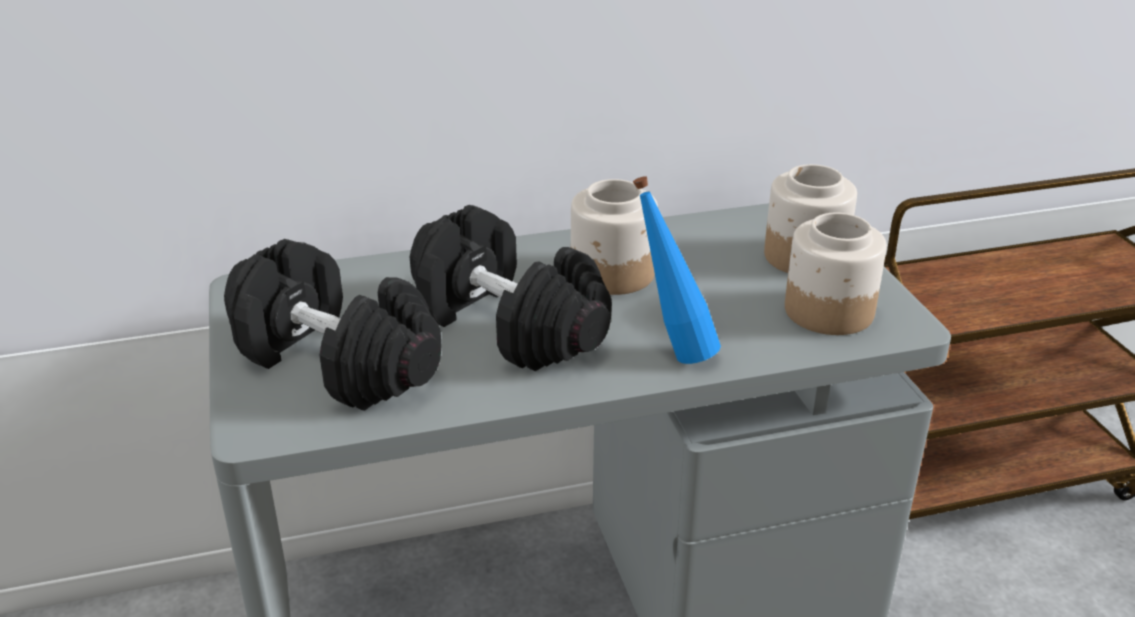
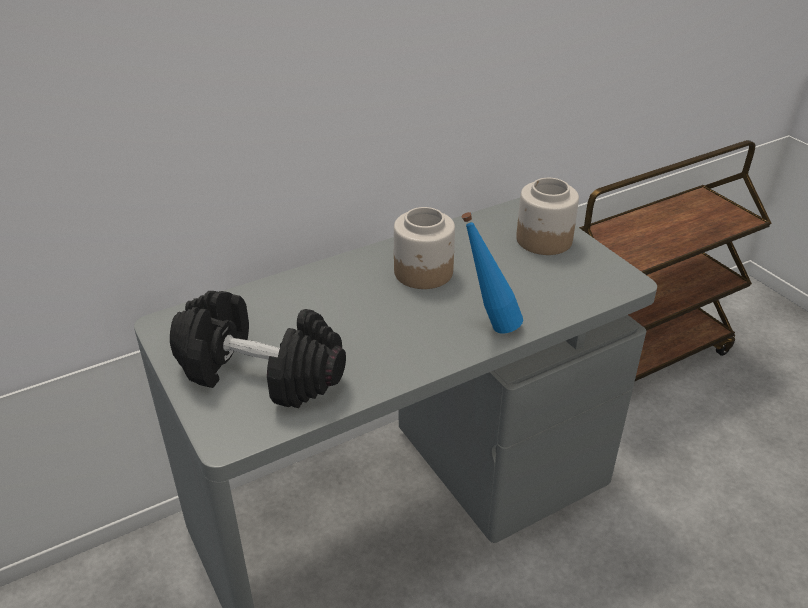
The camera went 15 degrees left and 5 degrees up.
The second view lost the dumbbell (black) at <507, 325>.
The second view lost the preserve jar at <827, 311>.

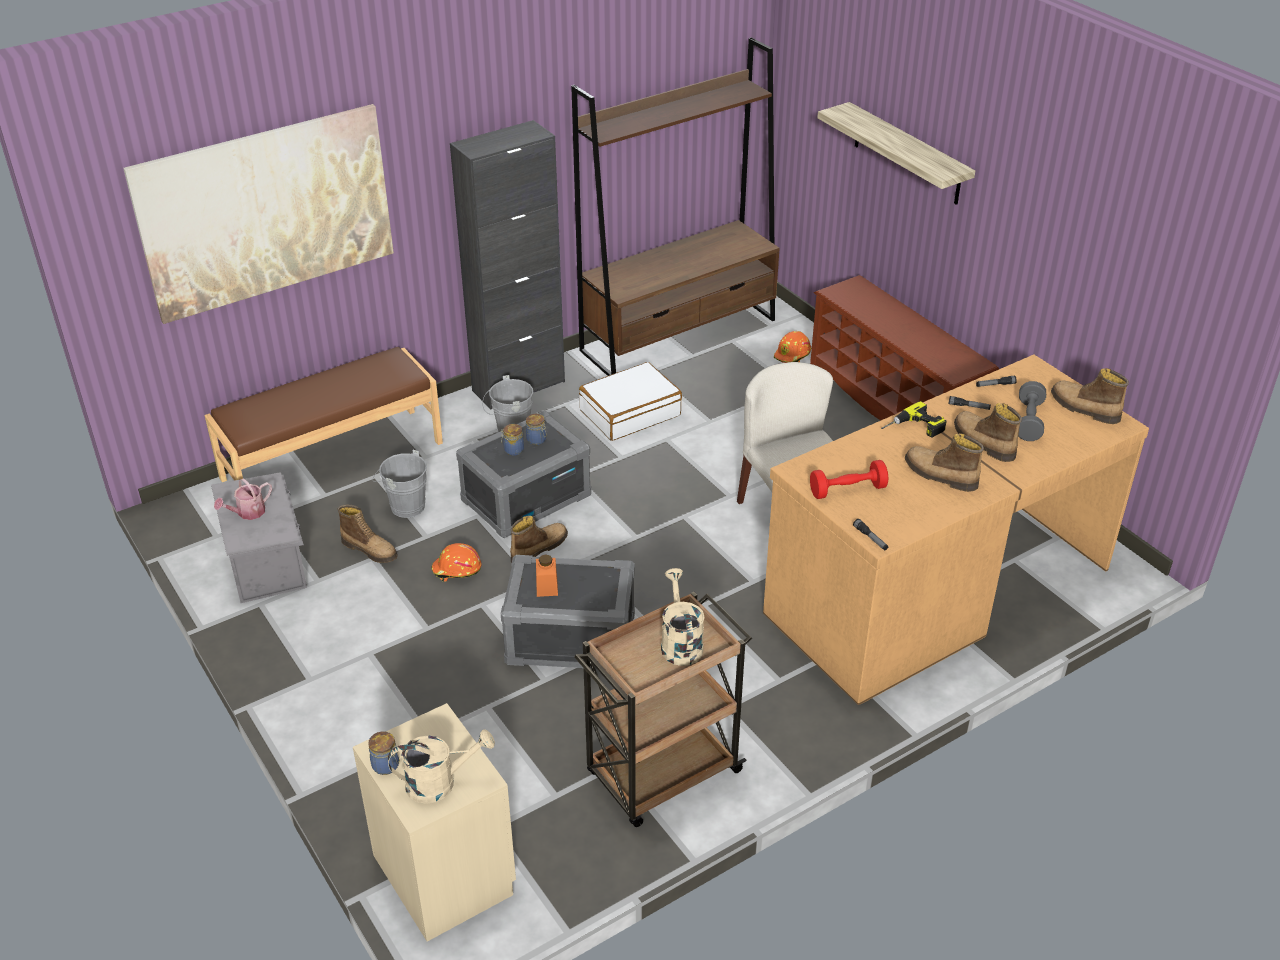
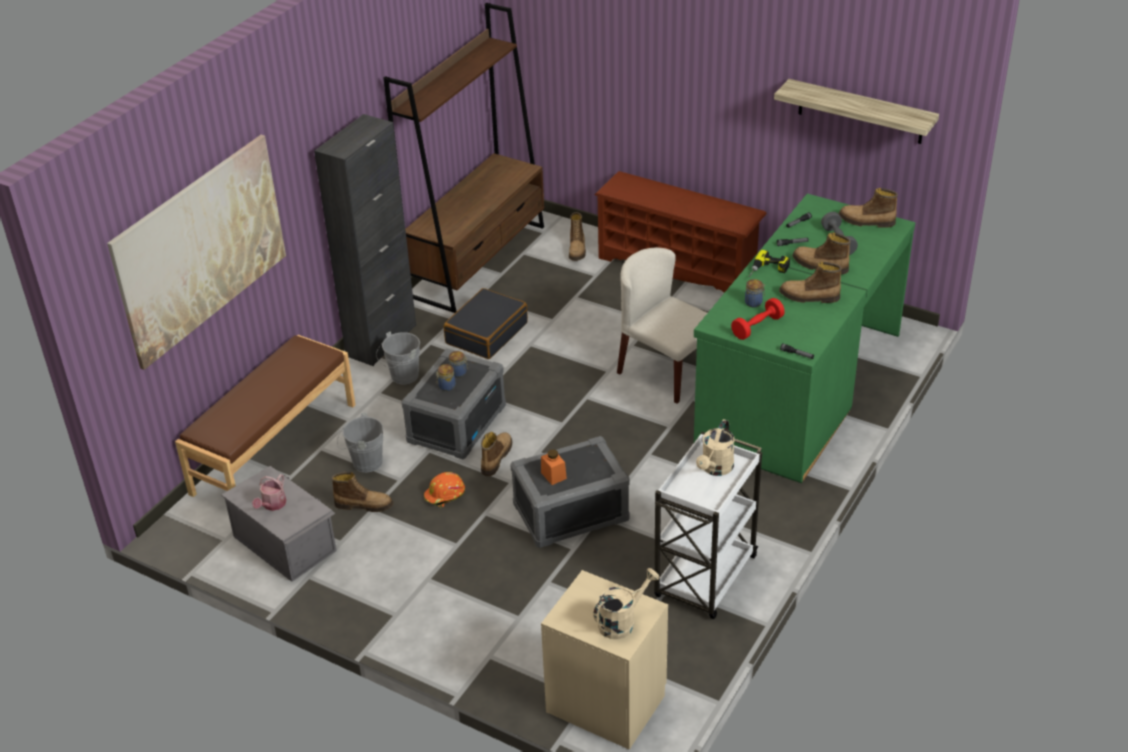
The camera went 25 degrees left and 0 degrees up.
The preserve jar ended up elsewhere, having gone from <387, 766> to <754, 303>.
The bracket shelf ended up elsewhere, having gone from <907, 154> to <860, 112>.
Where the safety helmet (orange) stood at <793, 355>, the tall boot came to stand at <577, 250>.
What was the wheeled cart (brown) at <661, 774> turned into the wheeled cart (white-coloured) at <705, 578>.
What was the piece of luggage (white-coloured) at <630, 412> turned into the piece of luggage (black) at <486, 333>.
What was the desk unit (brown) at <936, 589> turned into the desk unit (green) at <798, 387>.
The watering can (sand-coloured) at <680, 642> ended up facing another way, 120 degrees counterclockwise from before.

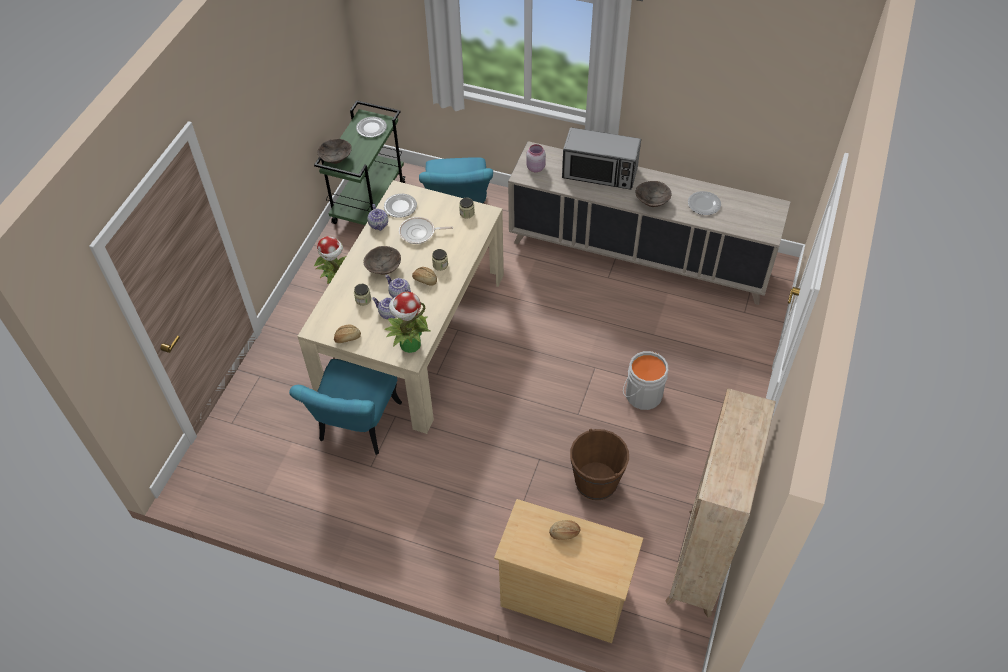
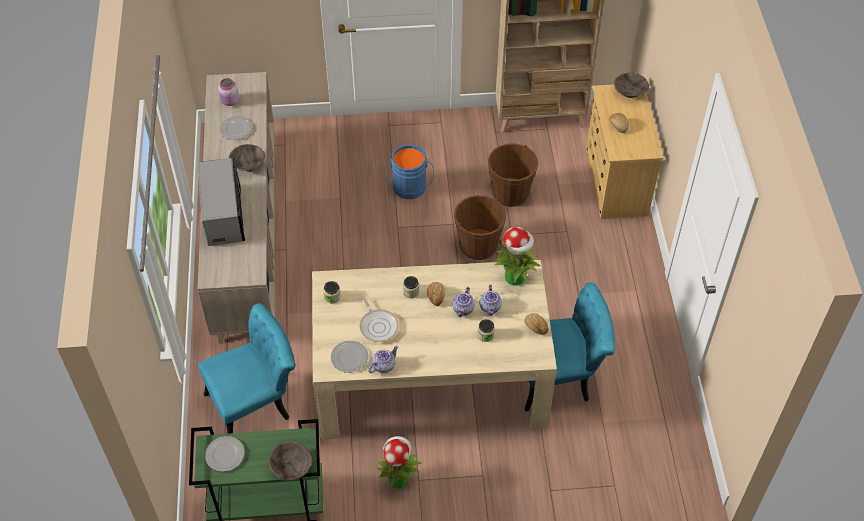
The camera went 115 degrees left and 0 degrees up.
The second view gained the pail (brown) at <478, 245>.
The serving bowl (brown) ended up elsewhere, having gone from <383, 268> to <630, 92>.
The preserve jar (pink) ended up elsewhere, having gone from <535, 167> to <230, 101>.
What was the pail (grey) at <641, 394> turned into the pail (blue-coloured) at <409, 188>.

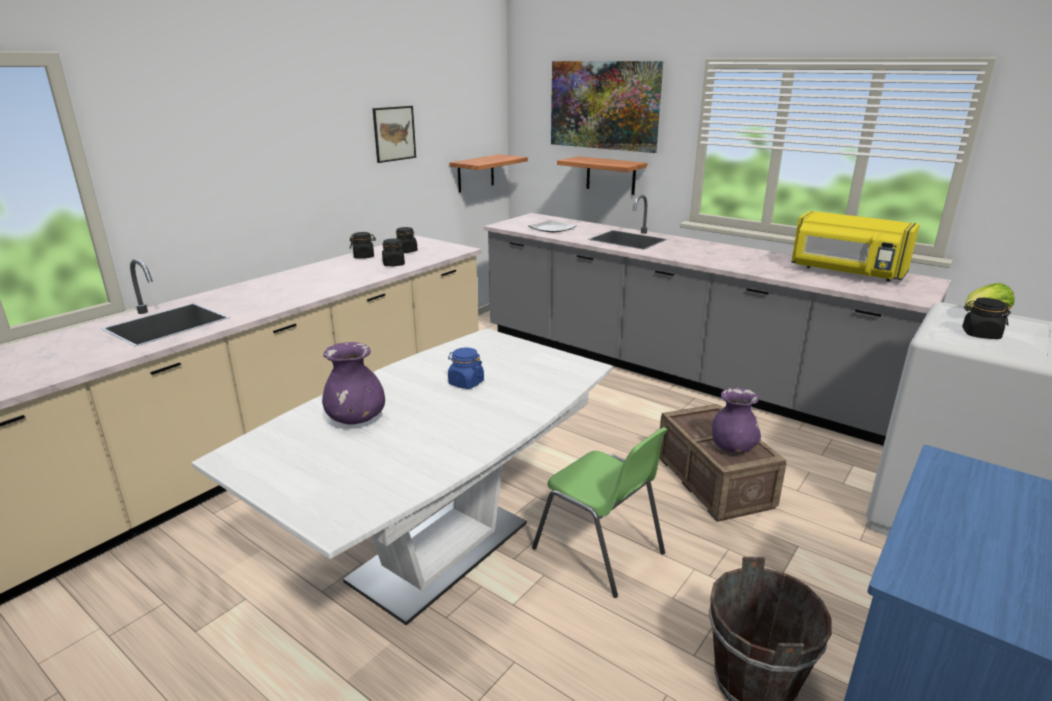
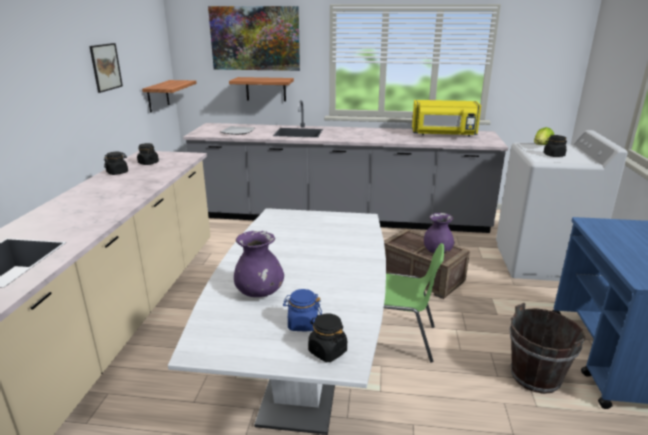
The camera went 30 degrees left and 0 degrees up.
The preserve jar (black) ended up elsewhere, having gone from <393, 264> to <327, 351>.
The preserve jar (blue-coloured) ended up elsewhere, having gone from <466, 383> to <302, 324>.

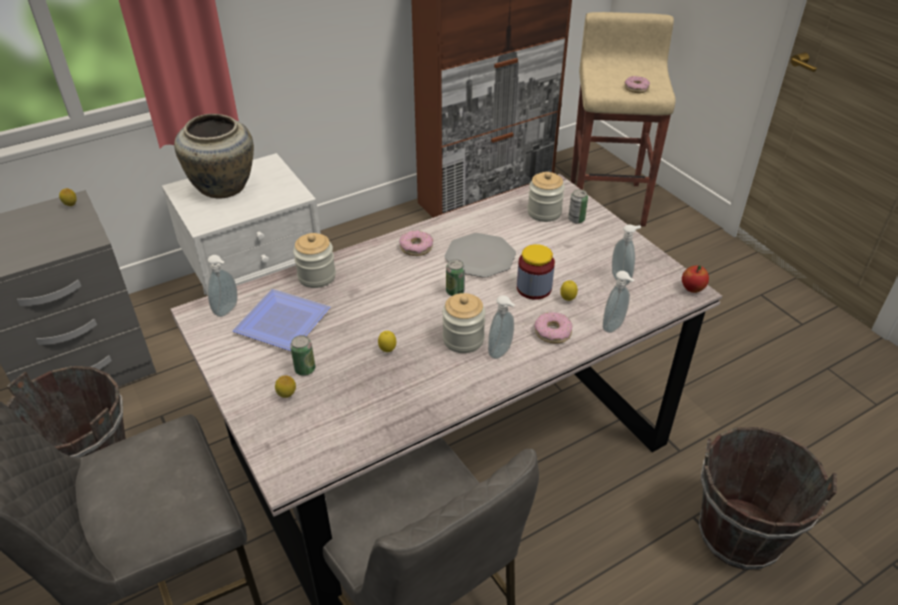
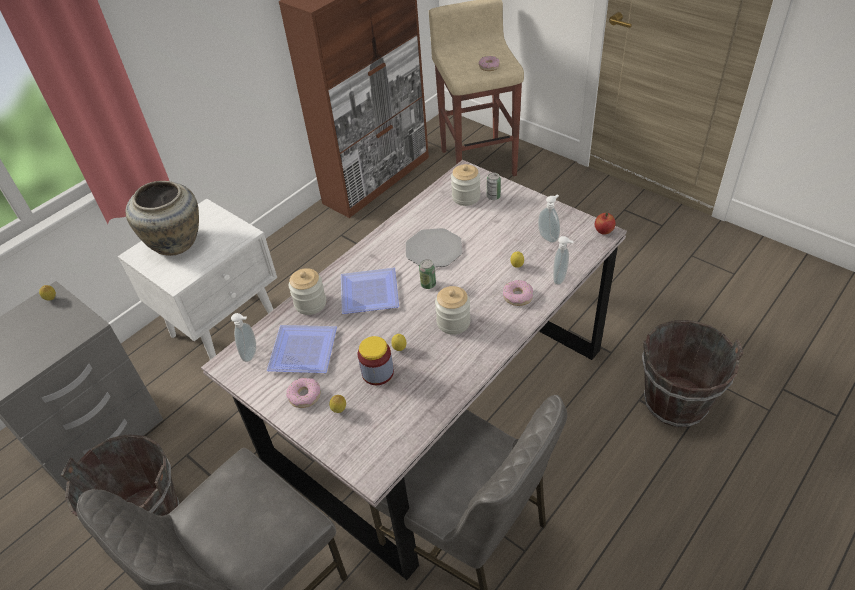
The camera went 15 degrees left and 5 degrees up.
The second view lost the can at <305, 369>.
The second view lost the soap dispenser at <501, 352>.
The second view gained the dinner plate at <367, 292>.
The ring doughnut ended up elsewhere, having gone from <416, 247> to <304, 396>.
The preserve jar ended up elsewhere, having gone from <534, 288> to <377, 372>.

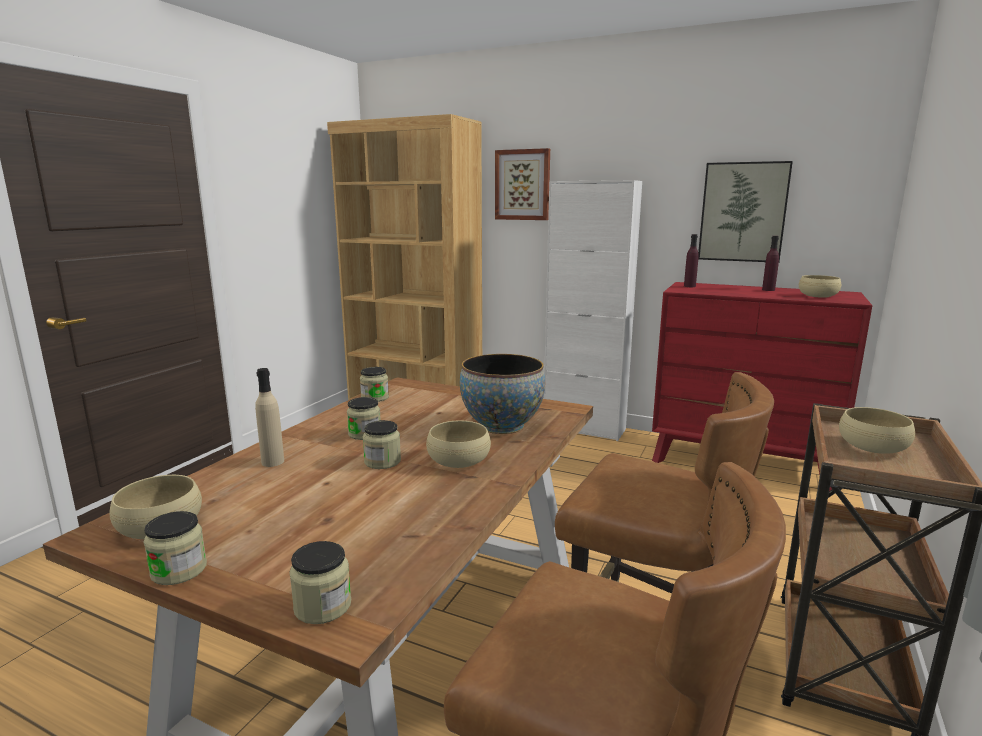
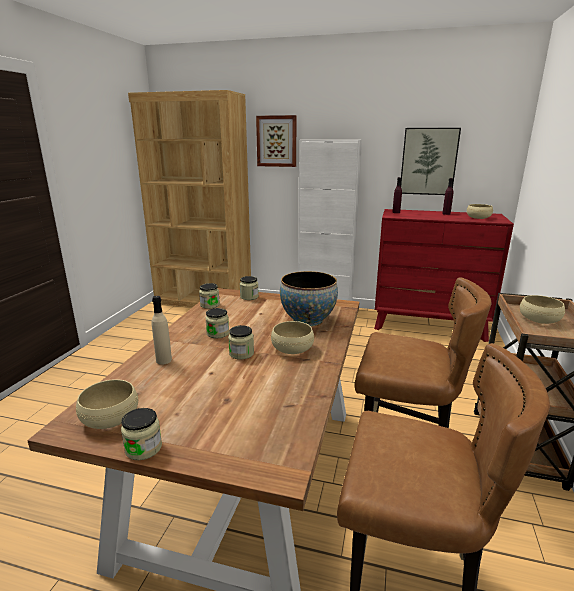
The camera went 10 degrees left and 5 degrees up.
The preserve jar ended up elsewhere, having gone from <322, 606> to <249, 297>.

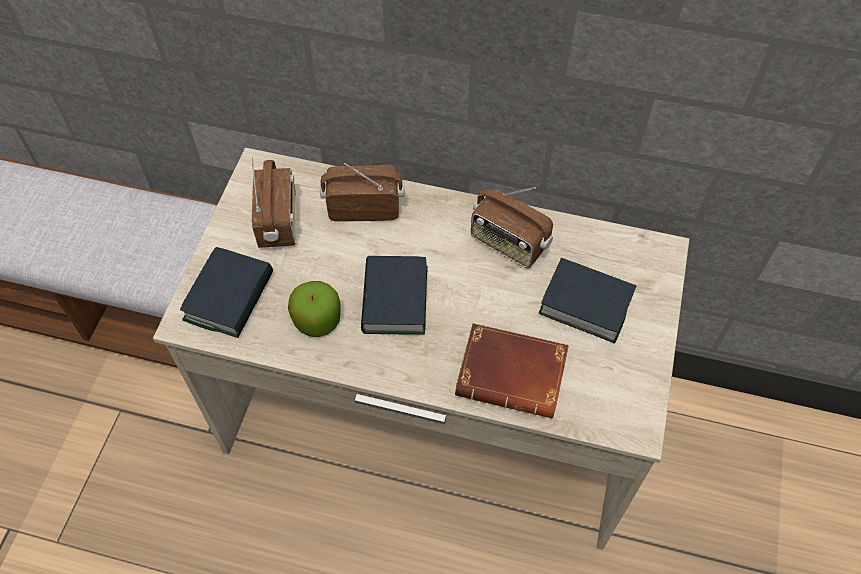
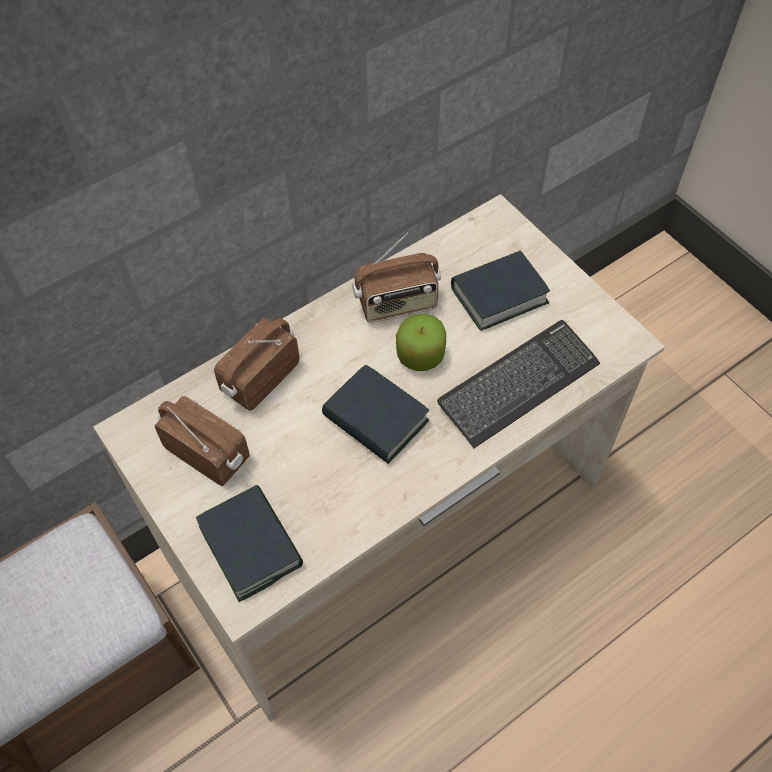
The camera went 50 degrees left and 0 degrees up.
The apple fruit ended up elsewhere, having gone from <317, 320> to <420, 355>.
Where the volume (brown) stood at <514, 373>, the computer keyboard came to stand at <518, 384>.

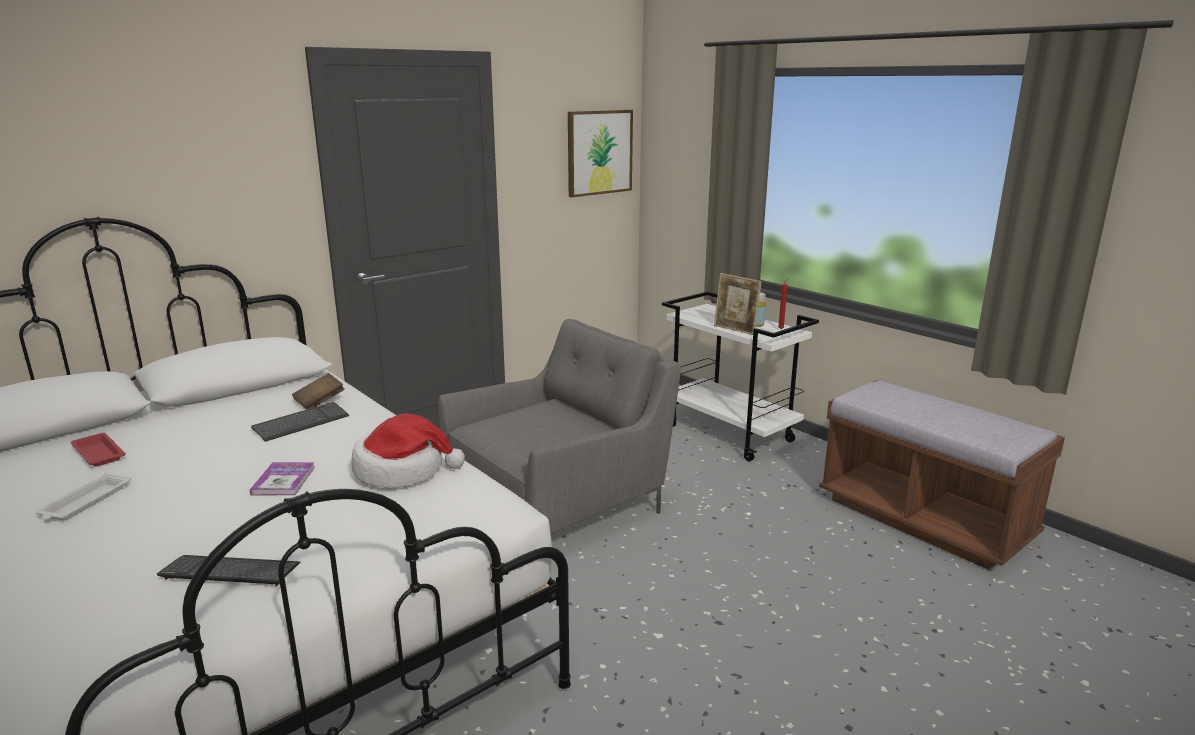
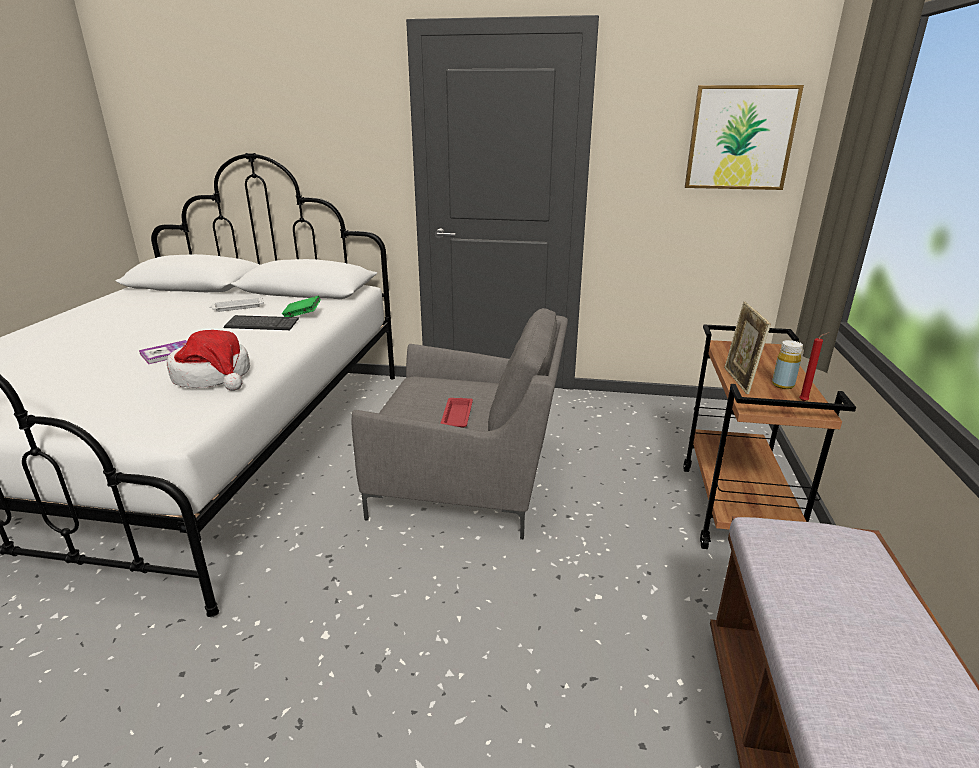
The camera went 50 degrees right and 5 degrees up.
The second view lost the computer keyboard at <230, 572>.
The serving tray (white-coloured) ended up elsewhere, having gone from <85, 502> to <237, 307>.
The serving tray (red-coloured) ended up elsewhere, having gone from <98, 453> to <457, 415>.
What was the volume (brown) at <319, 402> turned into the volume (green) at <302, 316>.
What was the wheeled cart (white-coloured) at <731, 434> turned into the wheeled cart (brown) at <737, 510>.

